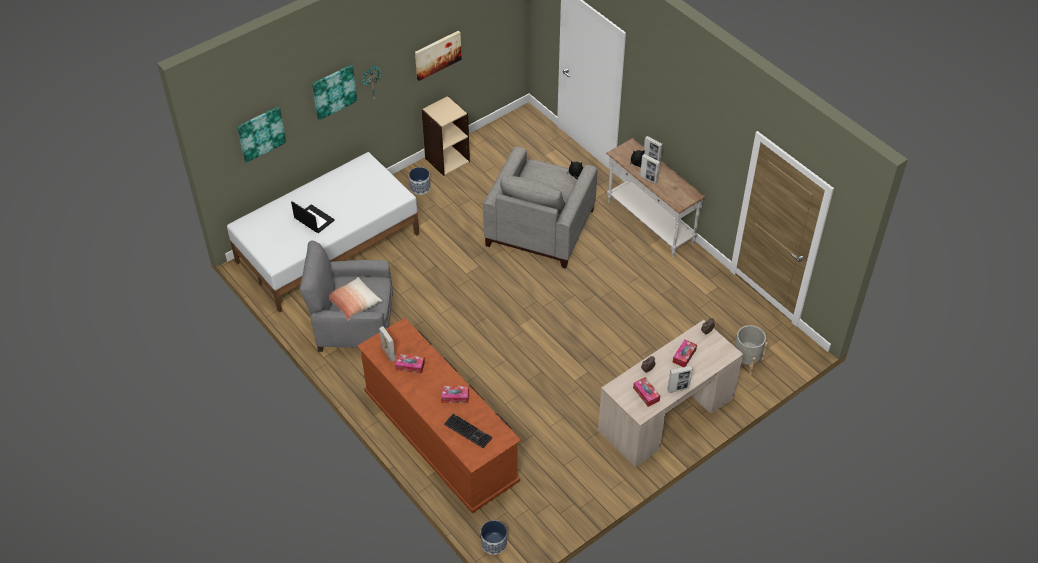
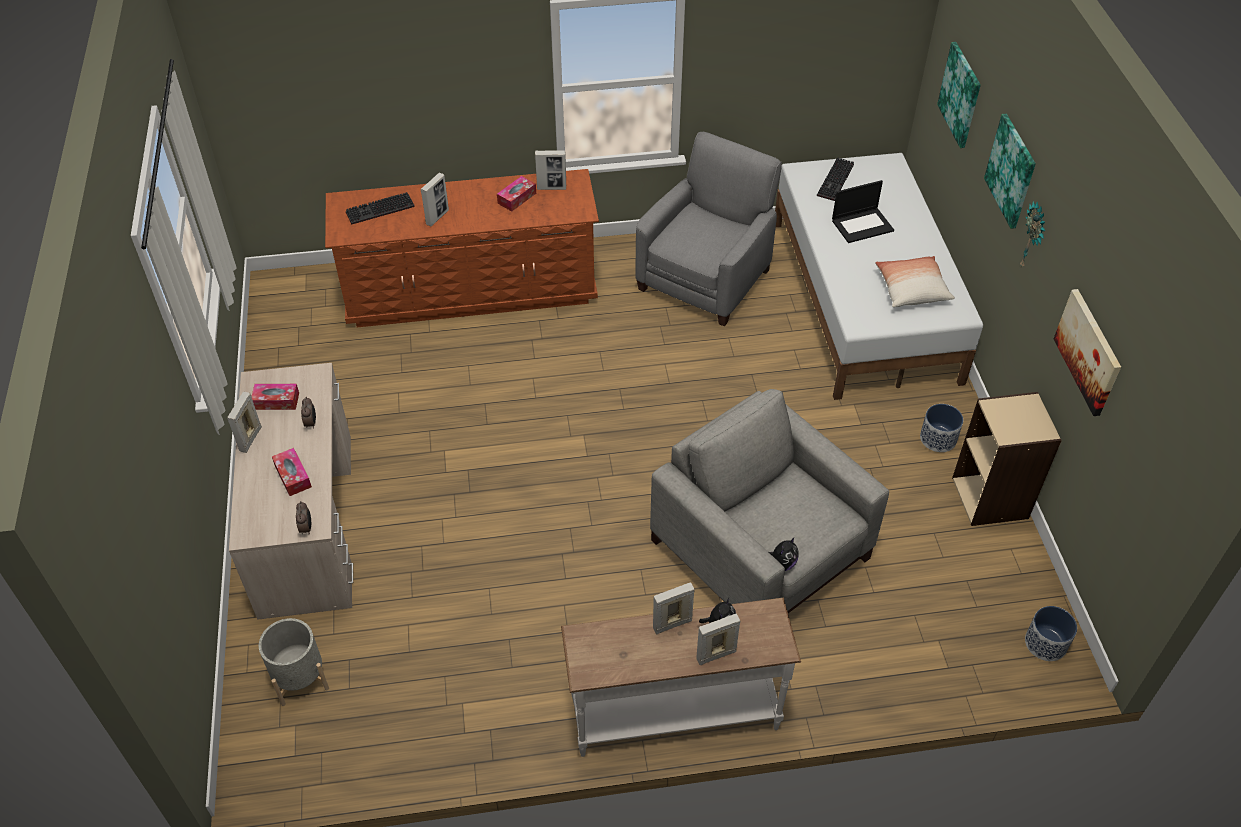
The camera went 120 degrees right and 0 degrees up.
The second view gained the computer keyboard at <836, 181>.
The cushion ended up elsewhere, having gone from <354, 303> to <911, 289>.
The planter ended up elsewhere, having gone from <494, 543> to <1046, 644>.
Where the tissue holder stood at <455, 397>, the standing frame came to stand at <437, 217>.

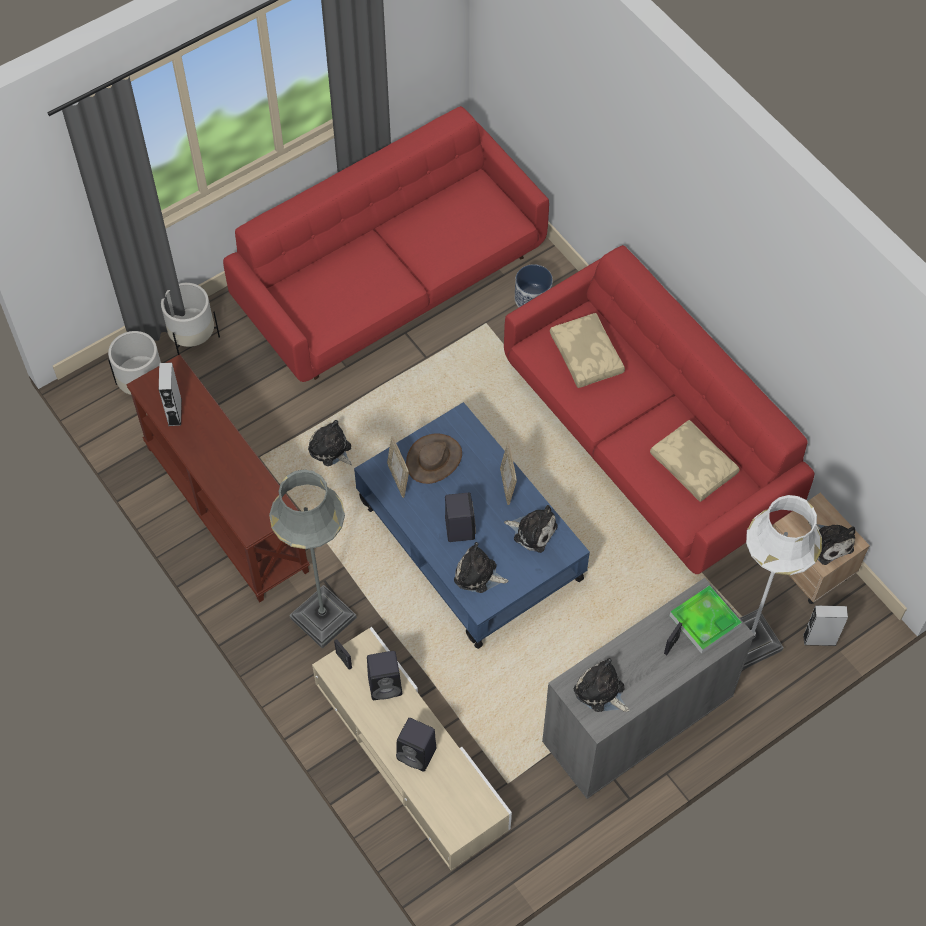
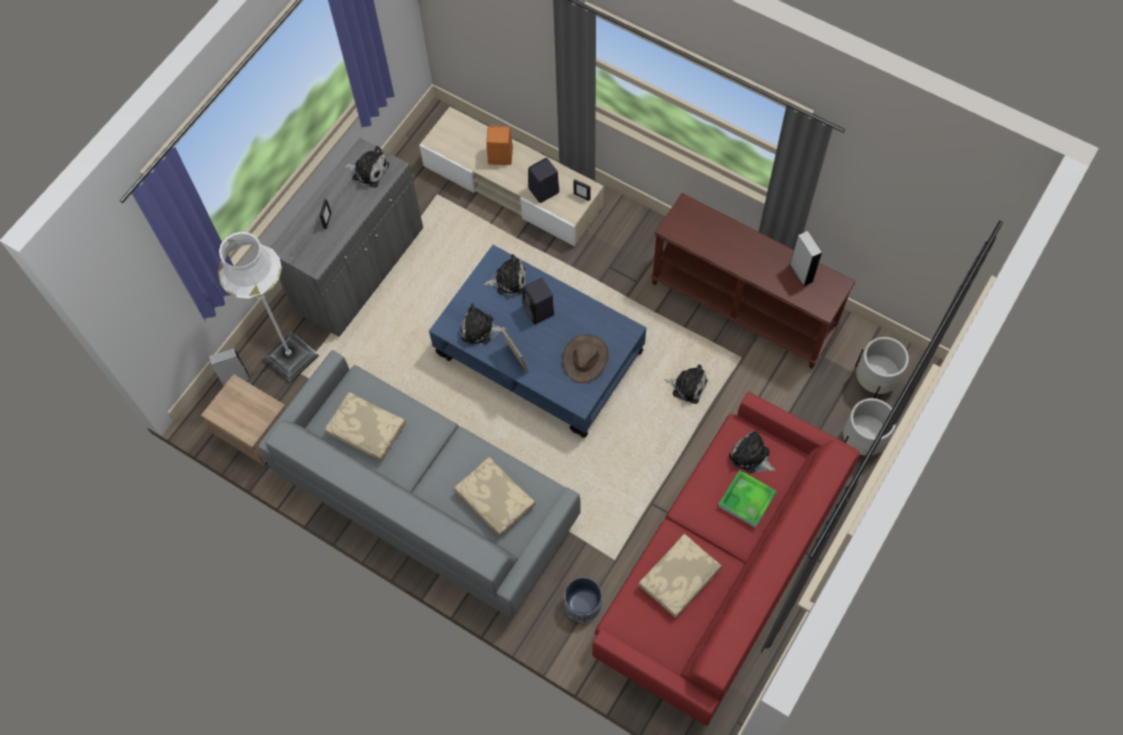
The camera went 160 degrees right and 5 degrees up.
The second view lost the standard lamp (grey) at <323, 617>.
The second view lost the standing frame at <398, 479>.
The second view gained the cushion (sand-coloured) at <680, 579>.
The serving tray ended up elsewhere, having gone from <705, 621> to <747, 500>.
The cuddly toy ended up elsewhere, having gone from <828, 543> to <751, 457>.
What was the speaker (black) at <418, 754> turned into the speaker (orange) at <499, 156>.
What was the sofa (red-coloured) at <645, 442> turned into the sofa (grey) at <427, 496>.

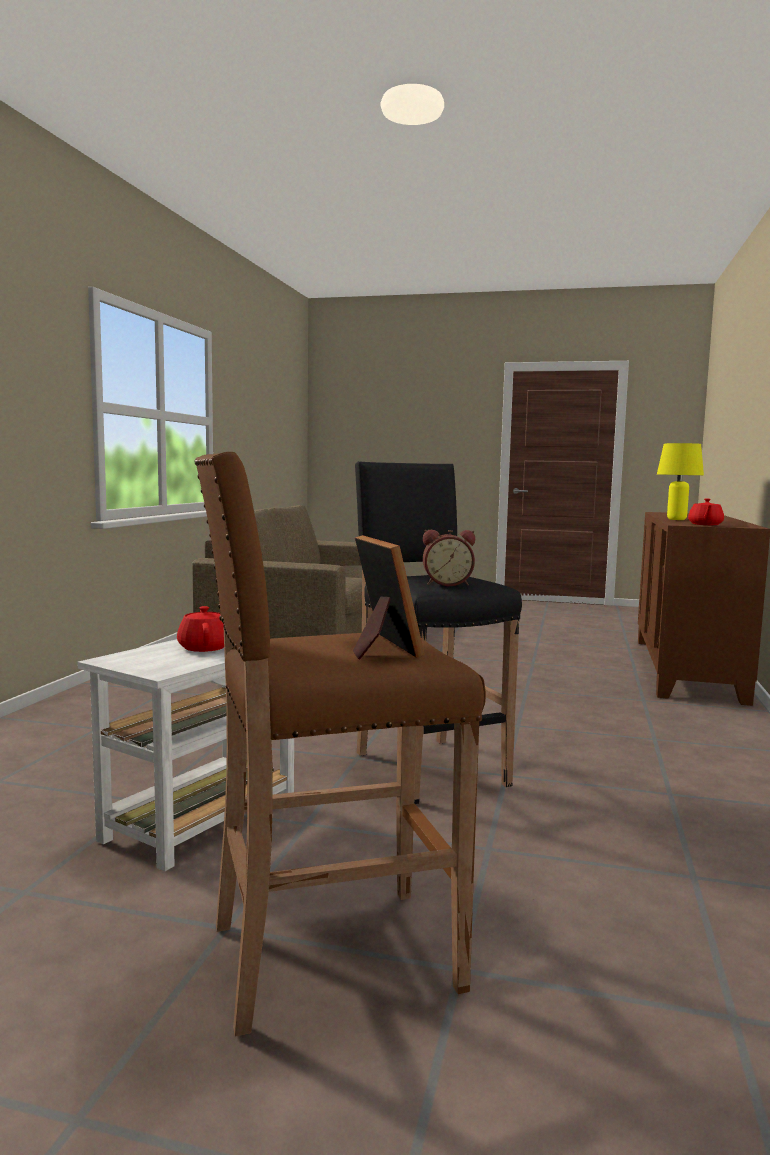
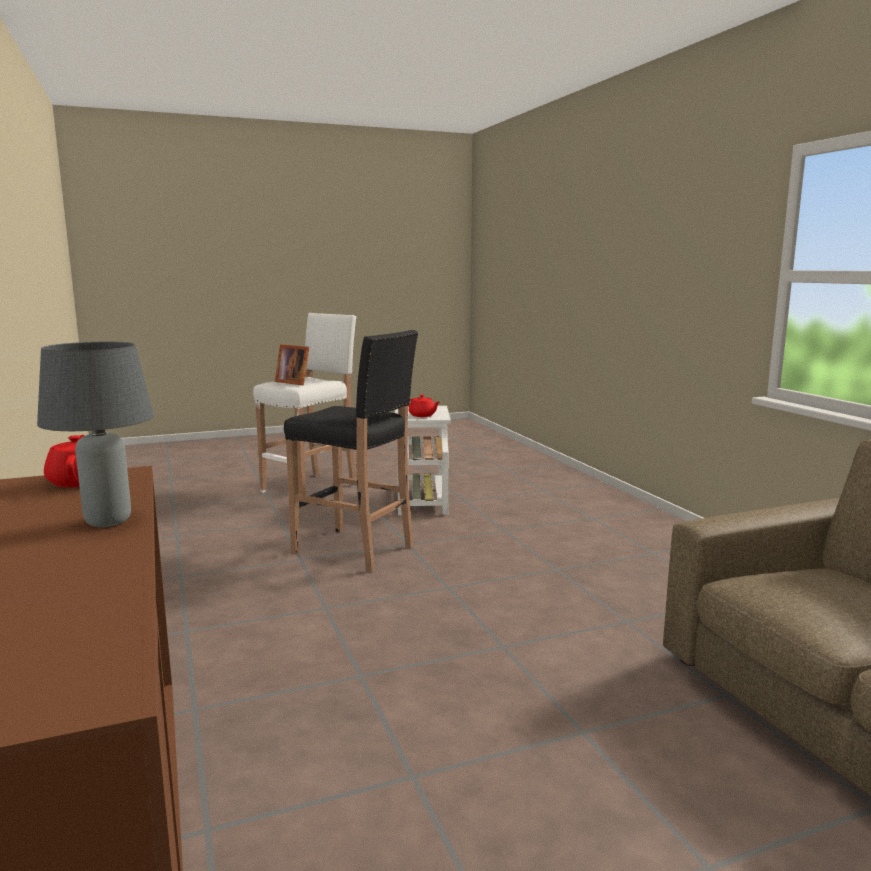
The camera went 145 degrees right and 5 degrees up.
The second view lost the bedside clock at <447, 584>.
What was the sitting stool (brown) at <328, 956> turned into the sitting stool (white-coloured) at <311, 488>.
What was the lamp for a table (yellowish) at <677, 519> turned into the lamp for a table (grey) at <107, 521>.

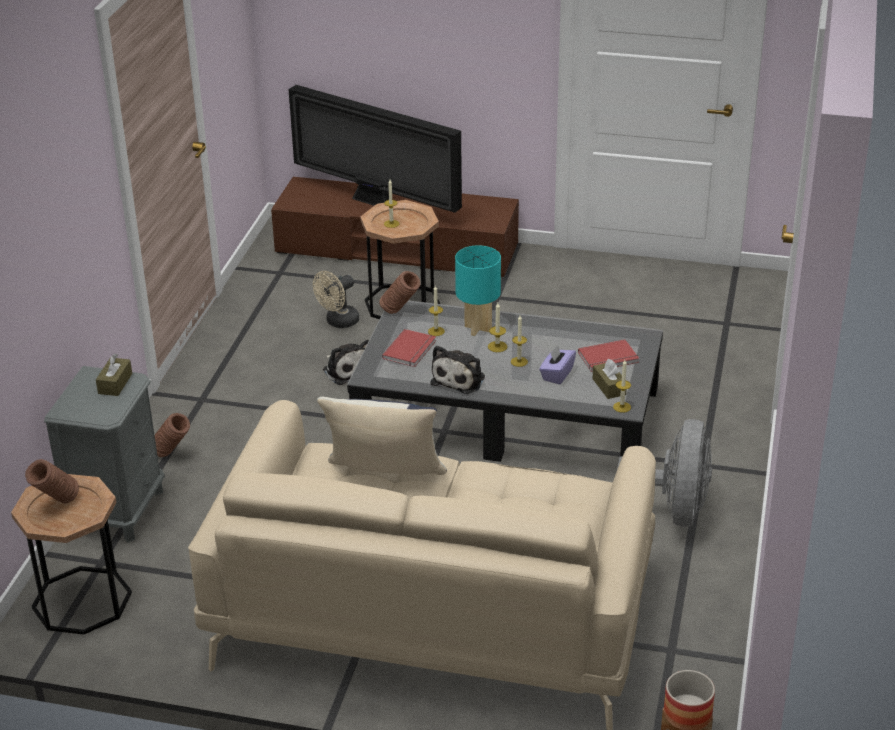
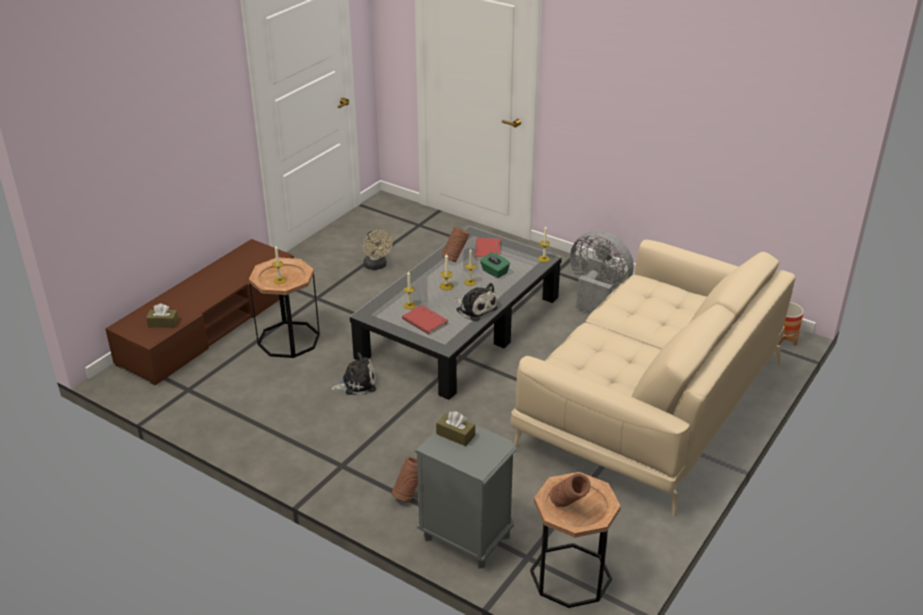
The camera went 70 degrees left and 0 degrees up.
The second view lost the television at <375, 202>.
The second view lost the cushion (blue-coloured) at <383, 479>.
The second view lost the lamp for a table (blue-green) at <478, 328>.
The cooling fan (sand-coloured) ended up elsewhere, having gone from <338, 322> to <376, 266>.
The flower vase (brown) ended up elsewhere, having gone from <400, 313> to <455, 259>.
The tissue holder (brown) ended up elsewhere, having gone from <609, 387> to <163, 323>.
What was the tissue holder (purple-coloured) at <557, 374> turned into the tissue holder (green) at <494, 272>.

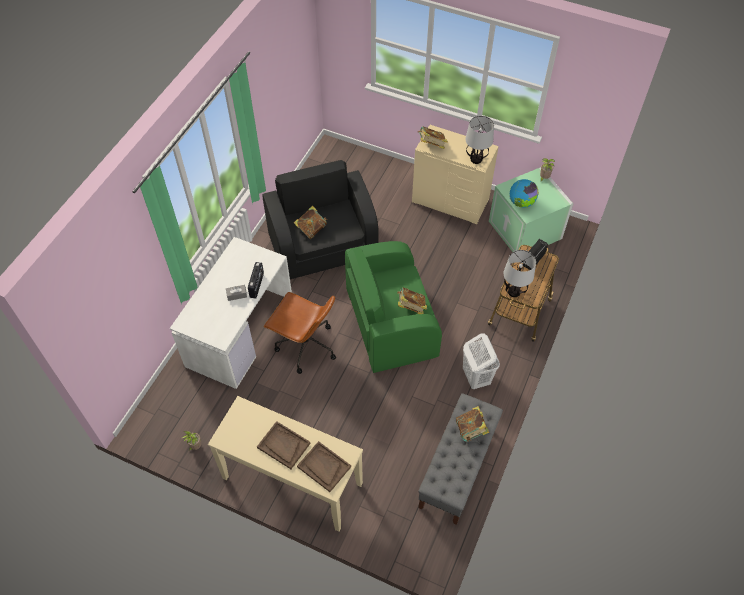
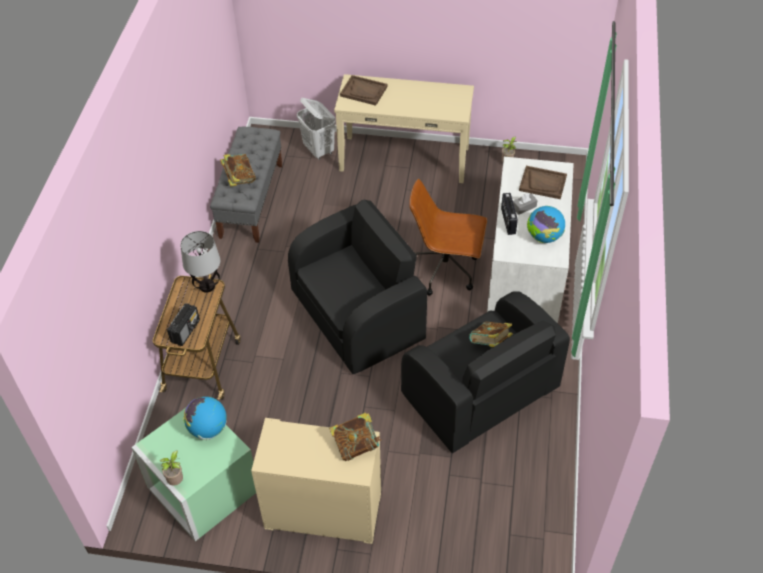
The camera went 165 degrees right and 5 degrees down.
The second view lost the volume at <411, 307>.
The second view lost the lamp for a table at <476, 159>.
The second view gained the desk globe at <544, 237>.
The serving tray (brown) ended up elsewhere, having gone from <283, 445> to <543, 183>.
The hamper (white-coloured) ended up elsewhere, having gone from <476, 377> to <319, 150>.
What was the armchair (green) at <389, 323> turned into the armchair (black) at <358, 315>.

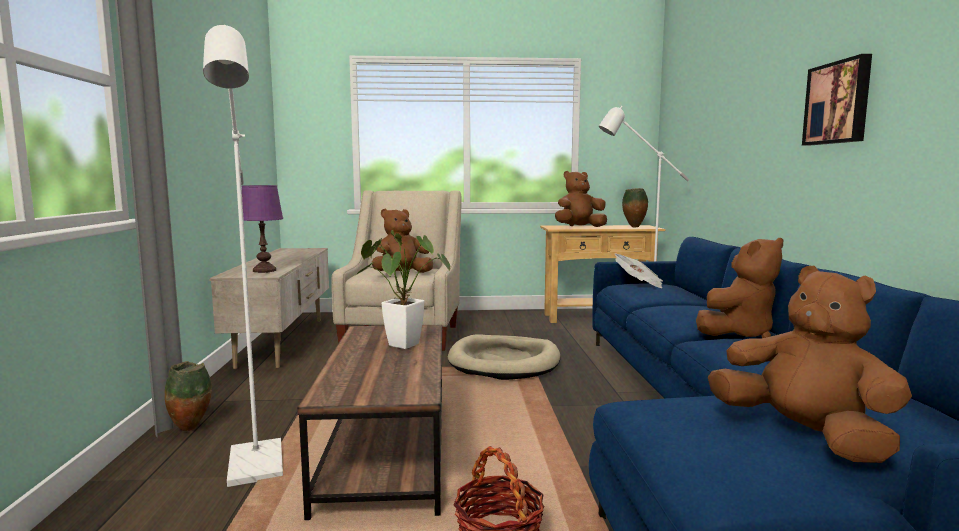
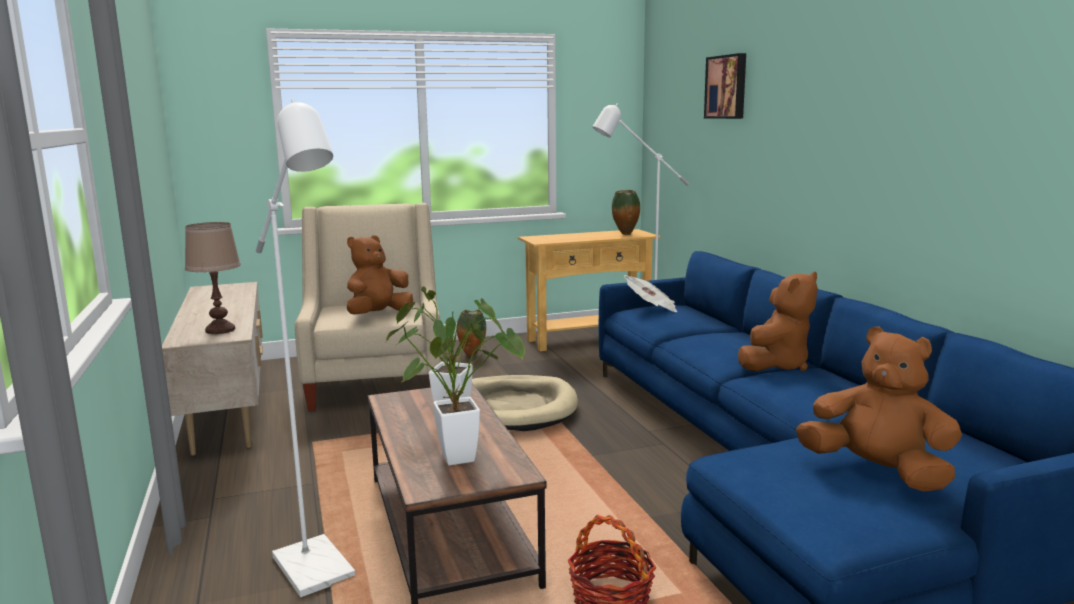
The camera went 15 degrees left and 5 degrees up.
The second view lost the cuddly toy (brown) at <579, 227>.
The second view gained the plant in a pot at <467, 457>.
The flower vase ended up elsewhere, having gone from <191, 428> to <472, 354>.
The wall art ended up elsewhere, having gone from <838, 103> to <727, 87>.
What was the lamp for a table (purple-coloured) at <264, 270> turned into the lamp for a table (brown) at <220, 330>.

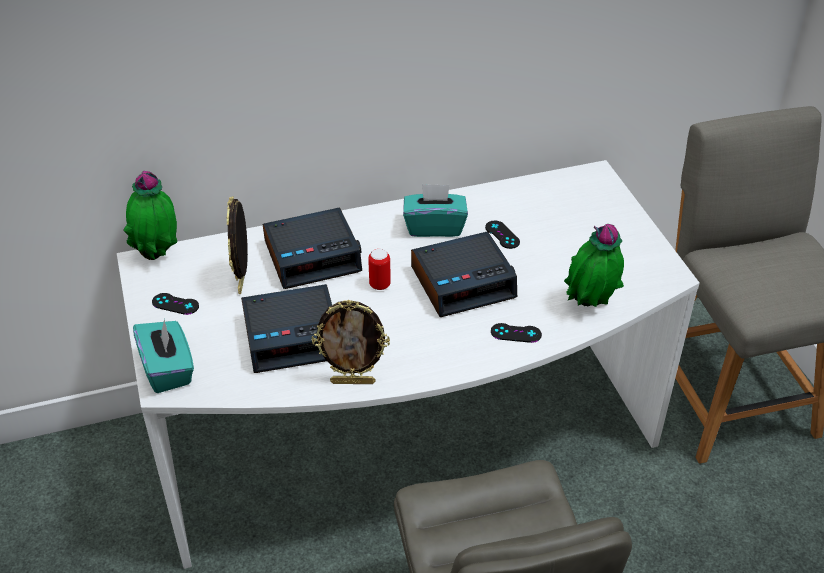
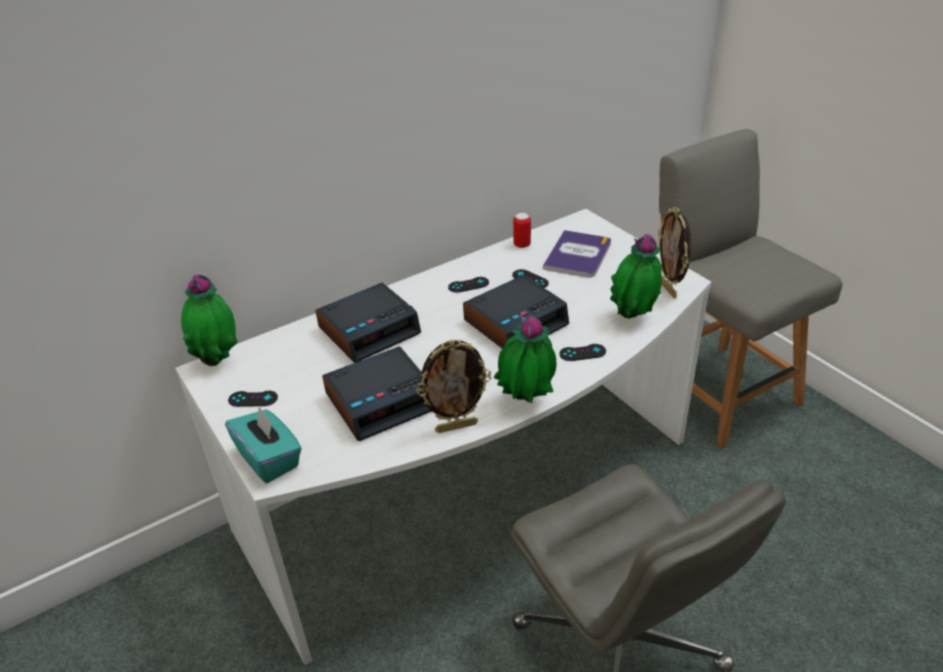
The camera went 15 degrees left and 5 degrees down.
The second view gained the plant in a pot at <526, 402>.
The second view gained the volume at <578, 255>.
The standing frame ended up elsewhere, having gone from <243, 282> to <669, 289>.
The can ended up elsewhere, having gone from <380, 285> to <522, 245>.
Where the tissue holder (blue-green) stood at <434, 227>, the gamepad (black) came to stand at <468, 285>.

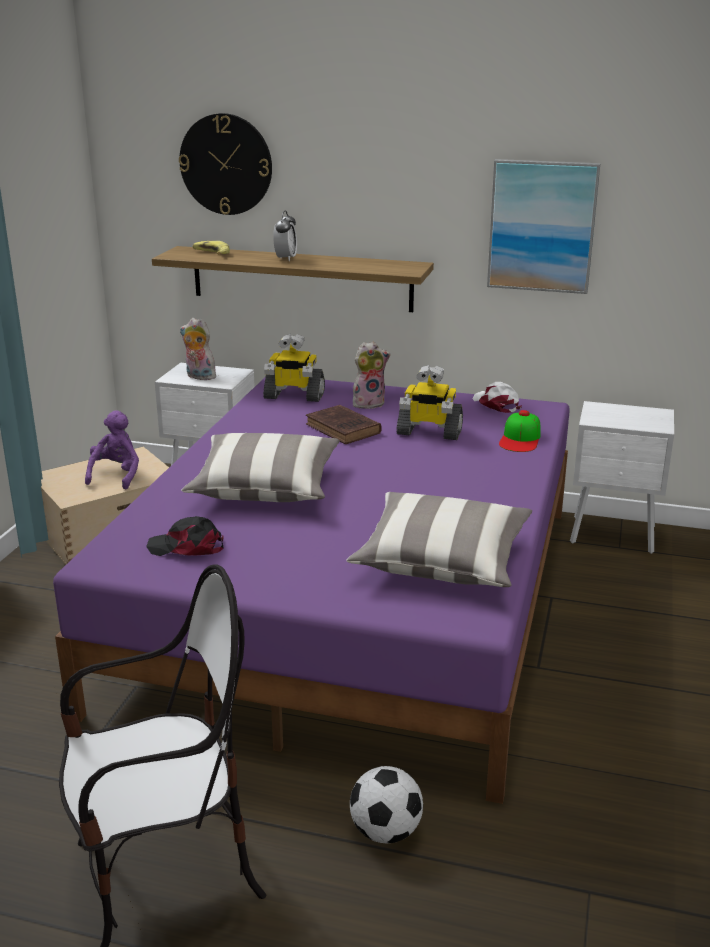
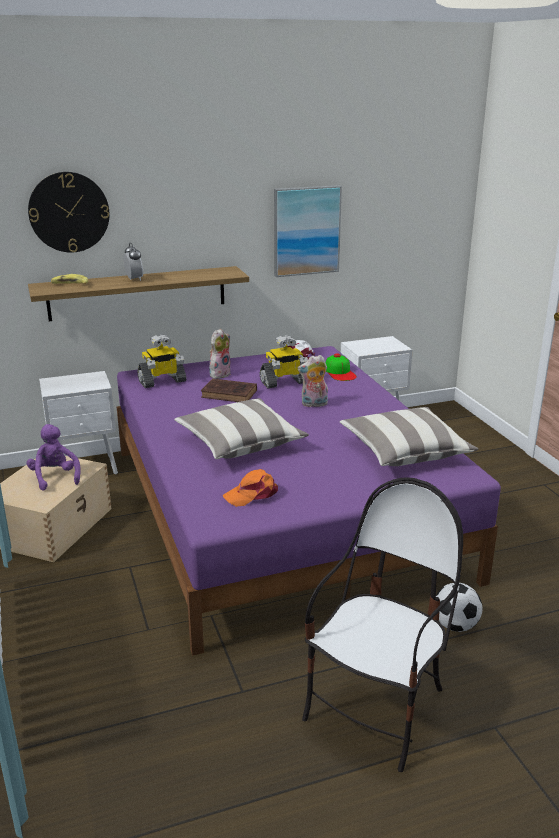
The camera went 35 degrees left and 0 degrees up.
The cuddly toy ended up elsewhere, having gone from <199, 377> to <314, 404>.
What was the cap (black) at <187, 547> turned into the cap (orange) at <252, 494>.

